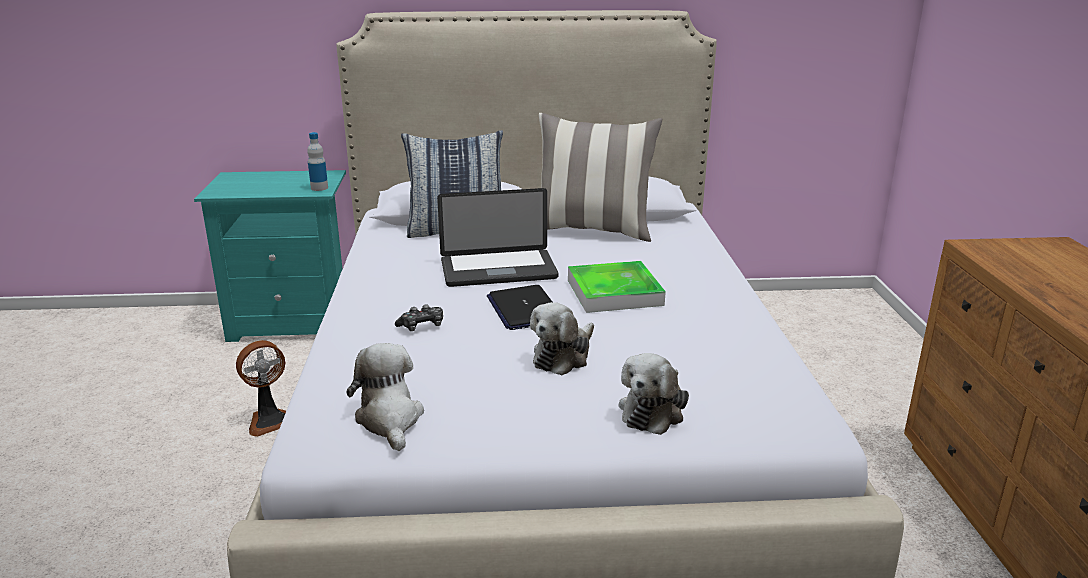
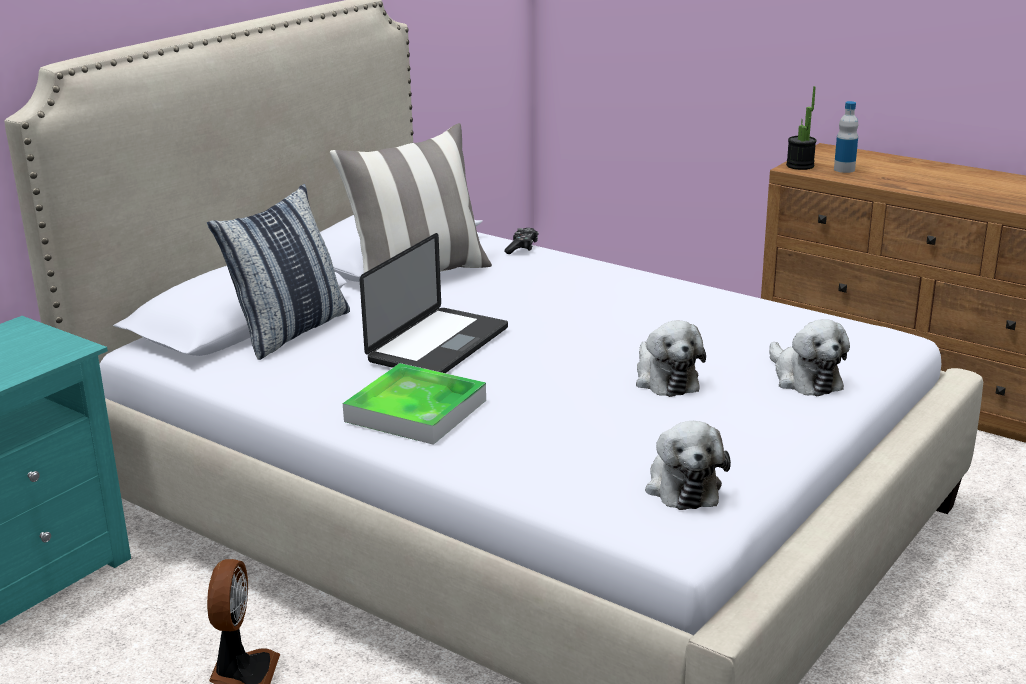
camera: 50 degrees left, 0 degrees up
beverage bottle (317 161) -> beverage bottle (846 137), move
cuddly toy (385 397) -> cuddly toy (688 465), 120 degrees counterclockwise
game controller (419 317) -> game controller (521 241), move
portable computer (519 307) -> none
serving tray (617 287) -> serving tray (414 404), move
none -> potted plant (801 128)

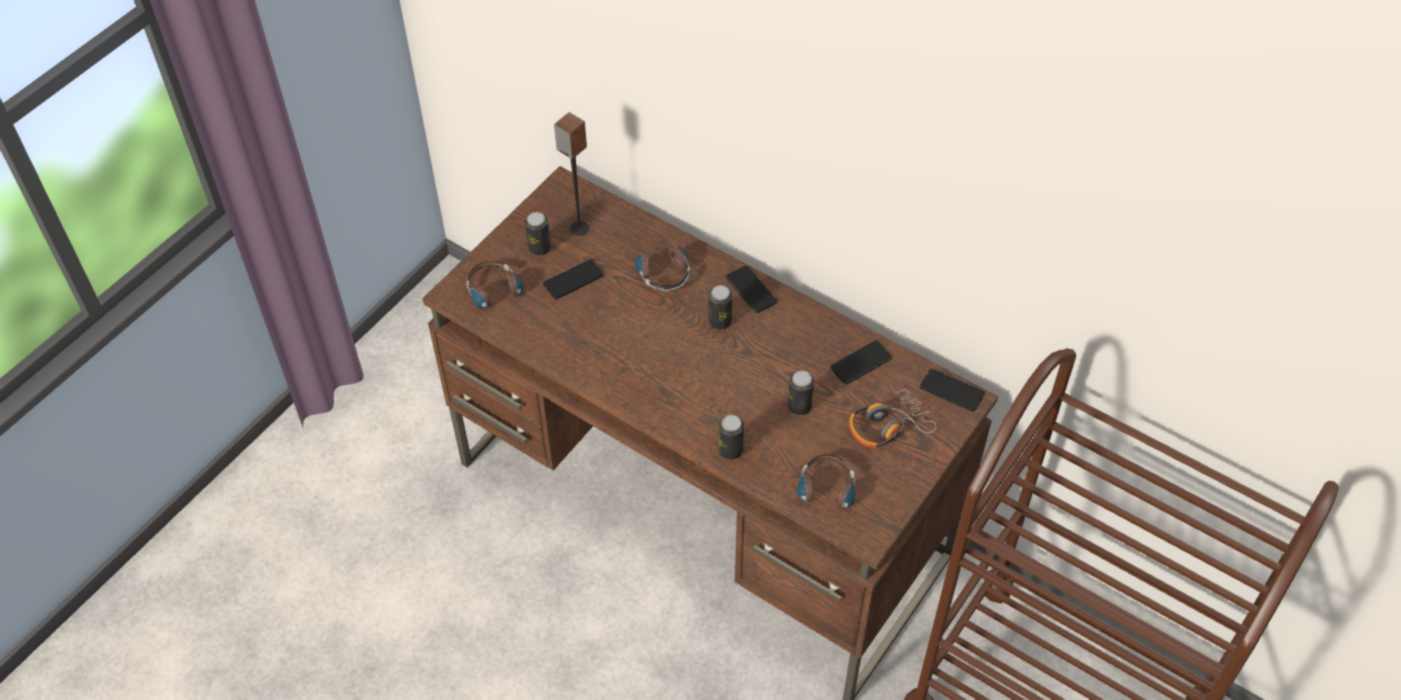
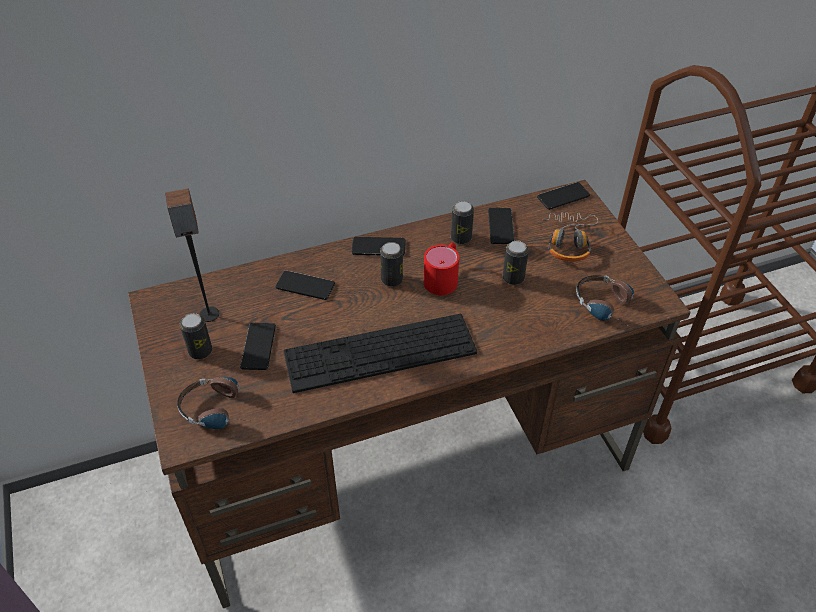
camera: 55 degrees left, 5 degrees down
headphones (662 265) -> handset (305 285)
metal can (731 437) -> metal can (462 222), move
none -> PC keyboard (380 353)
none -> reddish coffee mug (441 269)

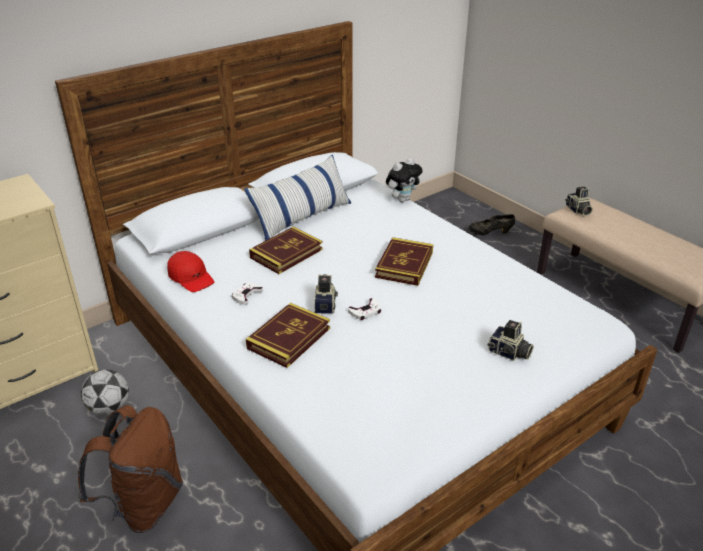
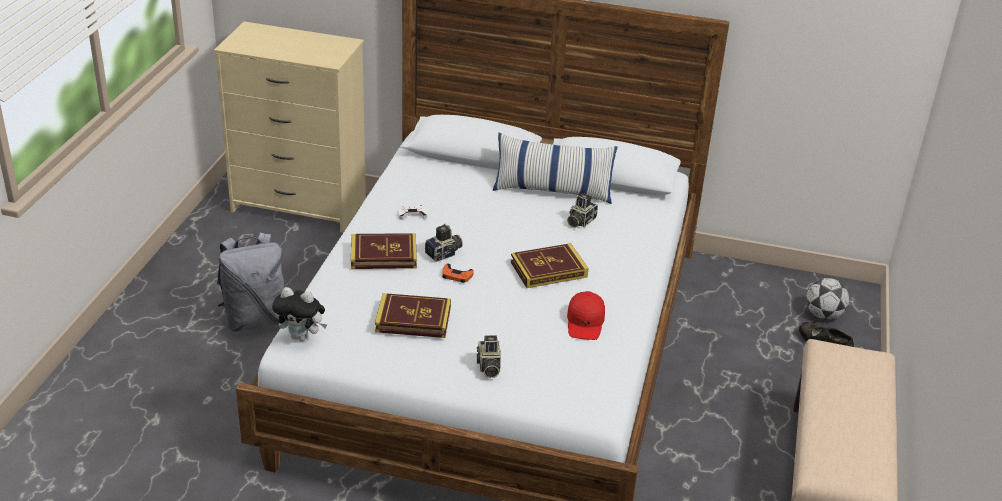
camera: 50 degrees right, 0 degrees up
brown-coloured knapsack (130 469) -> gray knapsack (250 282)
football (105 392) -> football (827 299), move
reddish peaked cap (190 271) -> reddish peaked cap (586 315), move
book (286 250) -> book (413 315), move
whitish game controller (364 309) -> orange-coloured game controller (458 273)
cuddly toy (404 180) -> cuddly toy (299 314), move
photo camera (579 201) -> photo camera (582 210), move

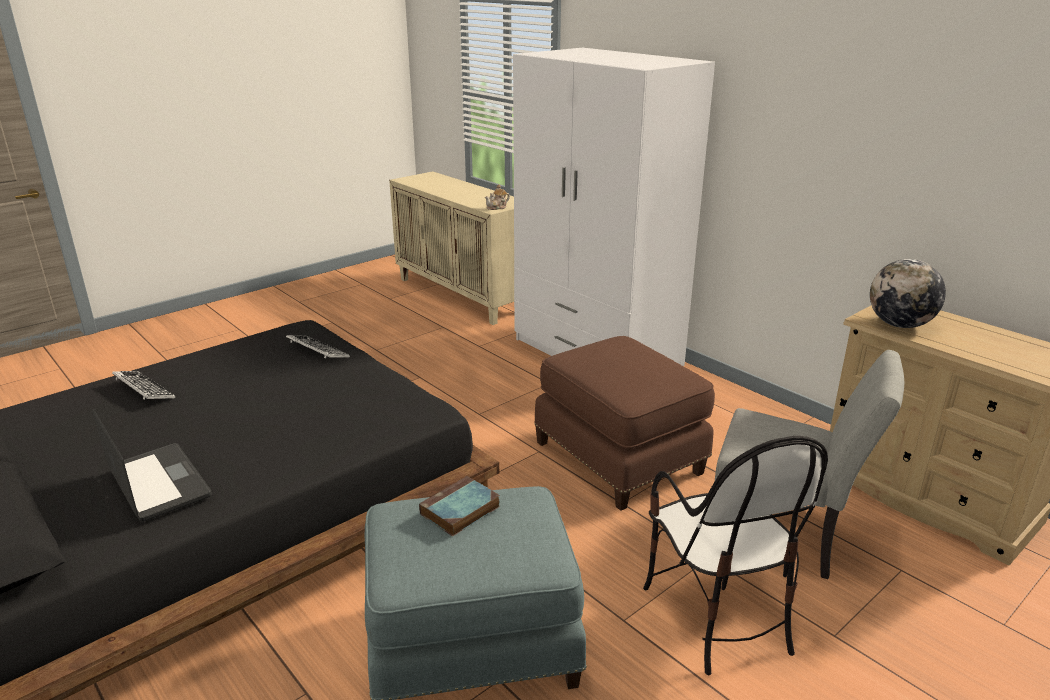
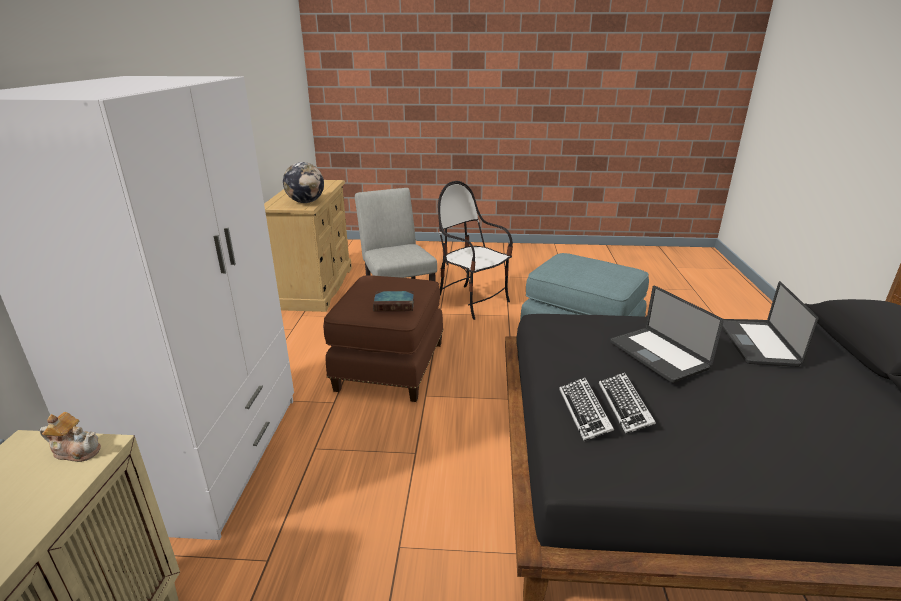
camera: 135 degrees left, 0 degrees up
PC keyboard (144 385) -> PC keyboard (627 403), move
book (459 506) -> book (393 301), move
upright chair (735 555) -> upright chair (475 250), 75 degrees counterclockwise
none -> portable computer (667 334)

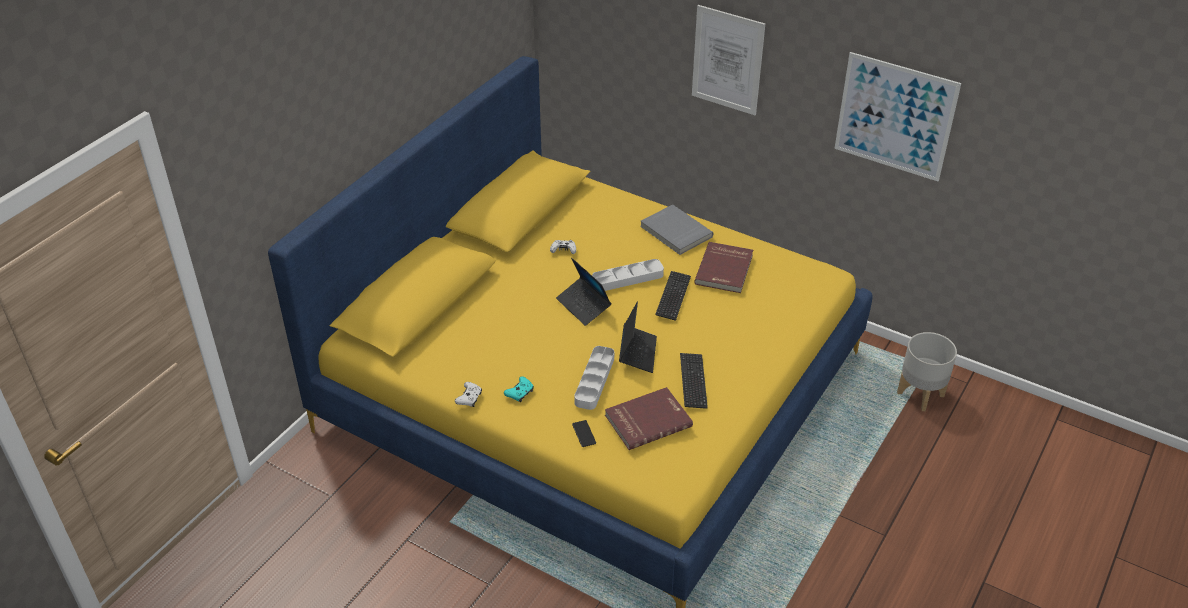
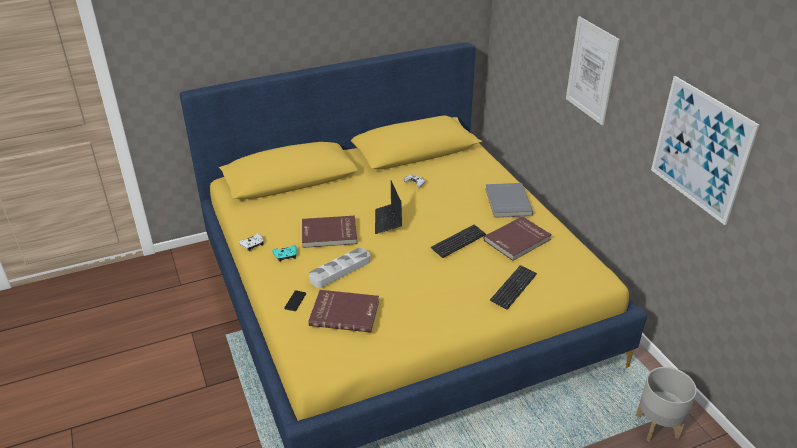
camera: 35 degrees right, 5 degrees down
gray serving tray (628 275) -> none
portable computer (638 337) -> none
PC keyboard (694 381) -> PC keyboard (513 287), move
none -> reddish book (329 232)

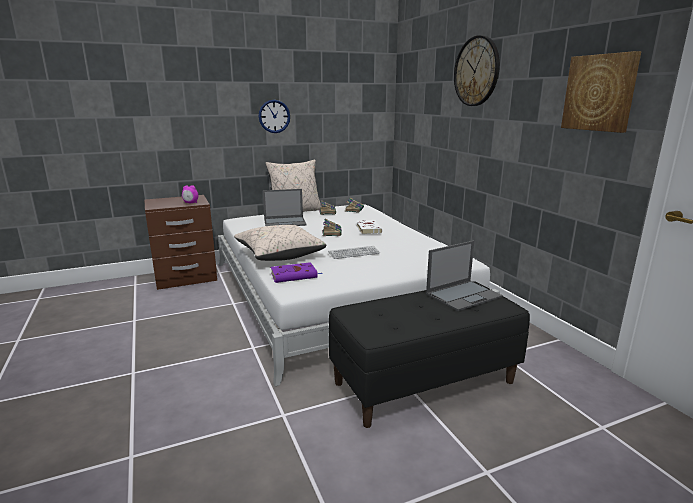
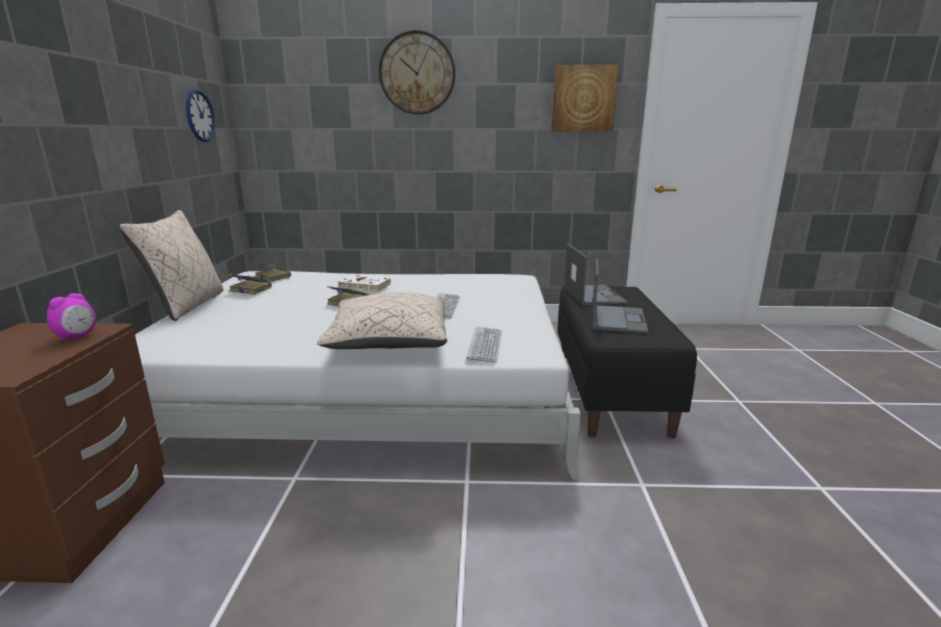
camera: 65 degrees left, 0 degrees up
clock on the wall (274 116) -> clock on the wall (200 115), move
portable computer (285 207) -> portable computer (620 296), move
purple book (296 272) -> PC keyboard (484 344)

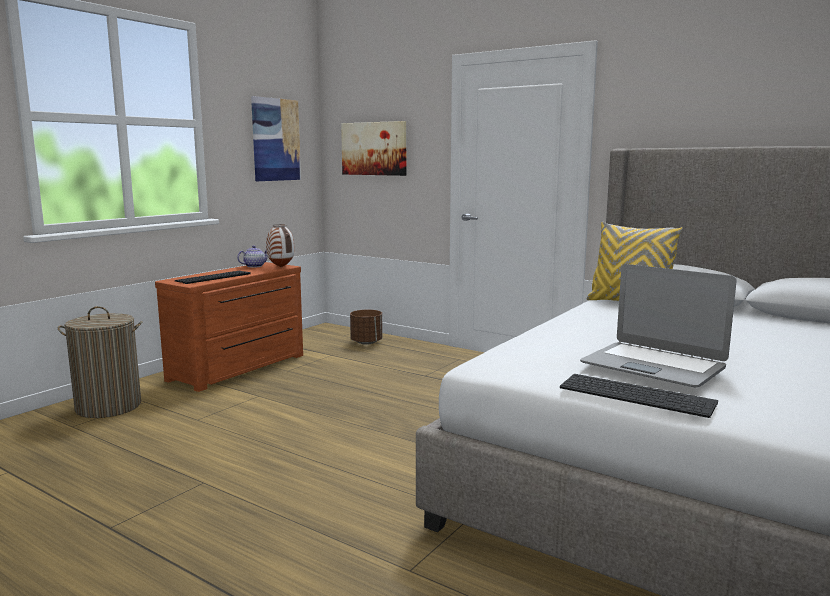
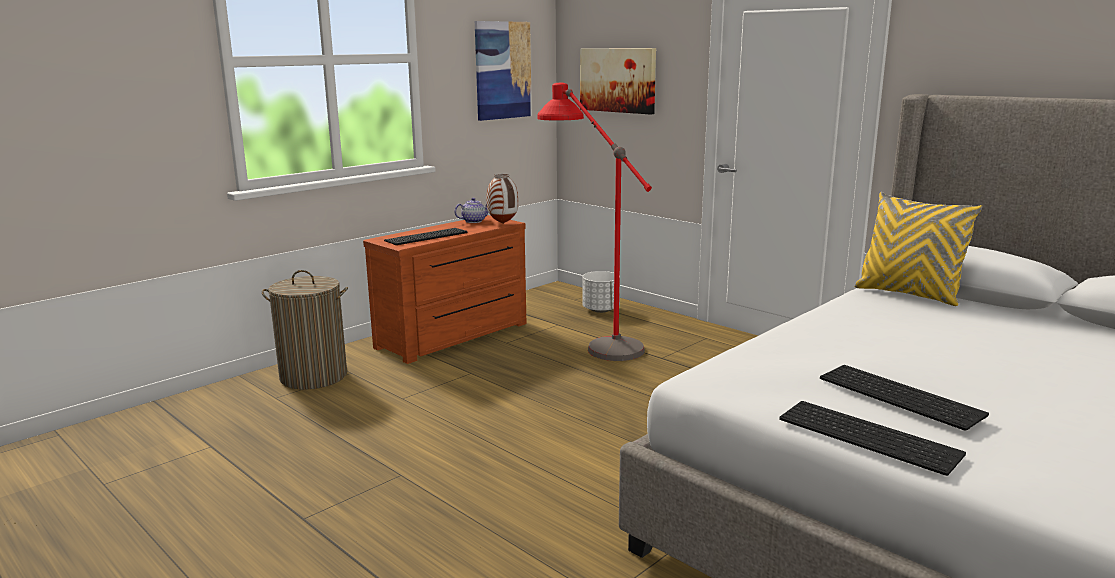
camera: 10 degrees right, 5 degrees up
brown-coloured plant pot (366 327) -> whitish plant pot (601 292)
portable computer (658 325) -> PC keyboard (904 398)
none -> reddish standard lamp (594 222)

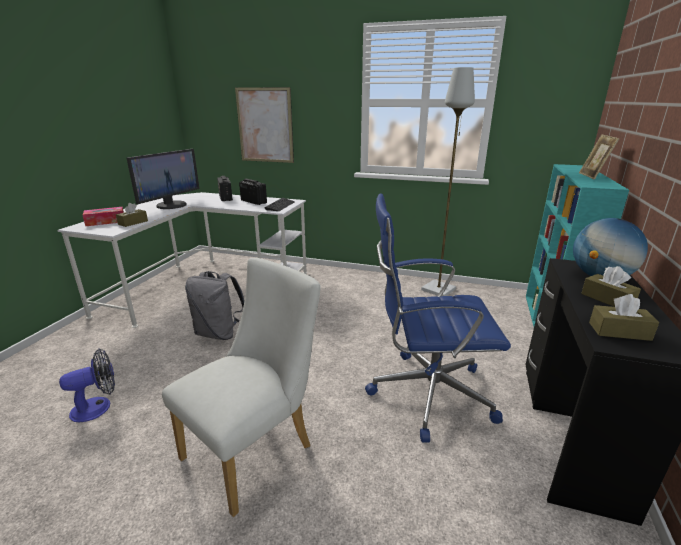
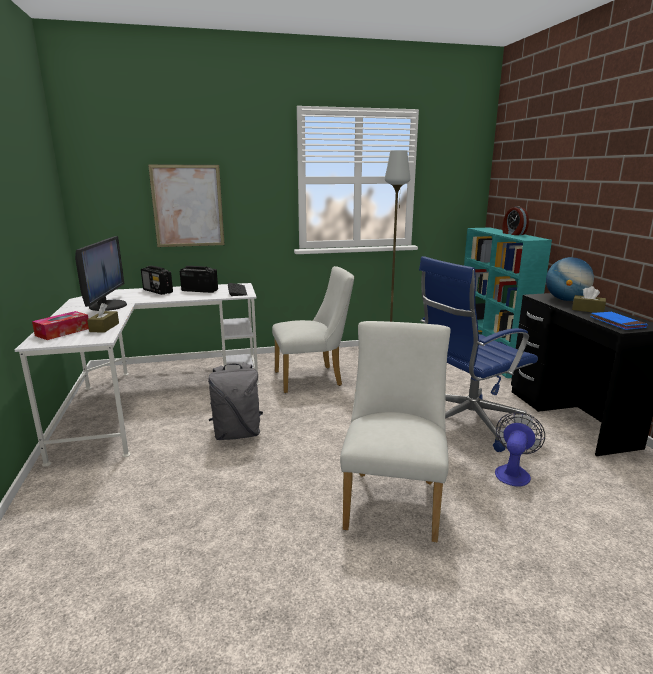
camera: 30 degrees left, 5 degrees down
electric fan (87 385) -> electric fan (520 449), move
photo frame (599 157) -> bedside clock (515 220)
brown-coloured tissue box (624 317) -> bluish book (619 321)
none -> whitish upright chair (313 329)

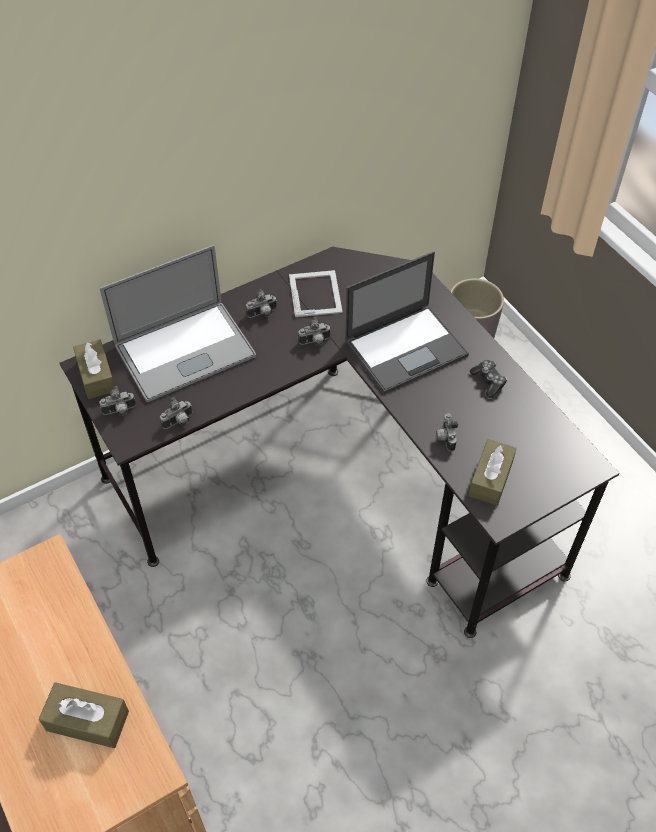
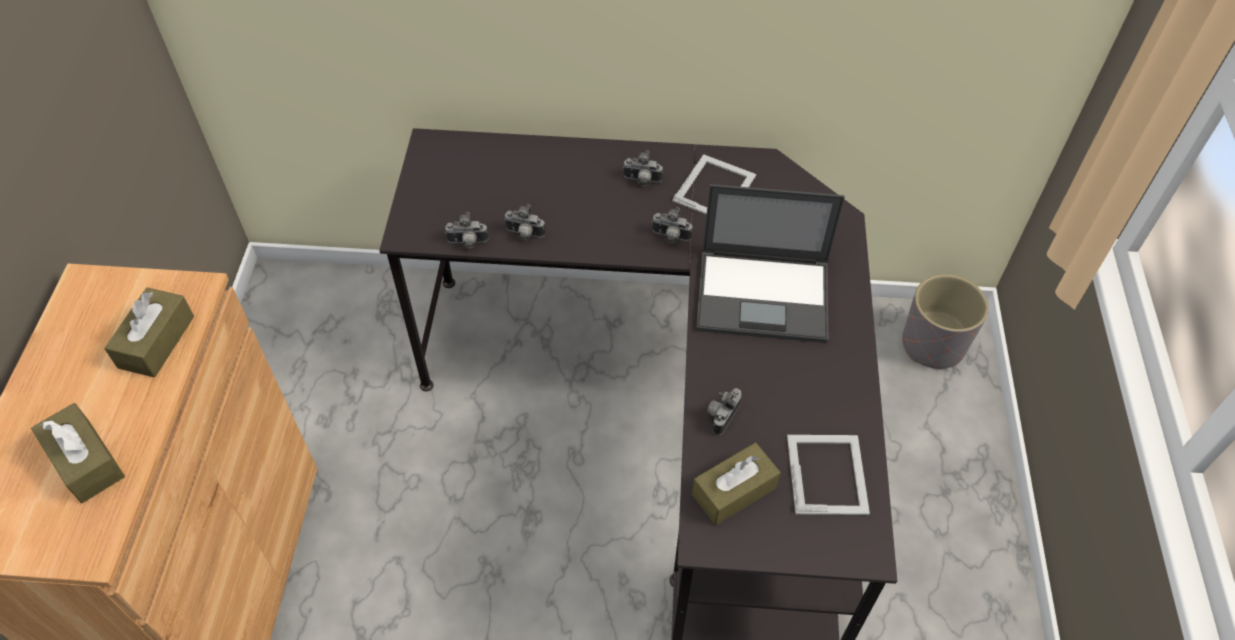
camera: 35 degrees right, 0 degrees up
brown-coloured tissue box (94 369) -> brown-coloured tissue box (149 332), move
photo camera (117 401) -> photo camera (524 222), move
portable computer (178 323) -> none
game controller (488 379) -> none
none -> photo frame (828 475)

